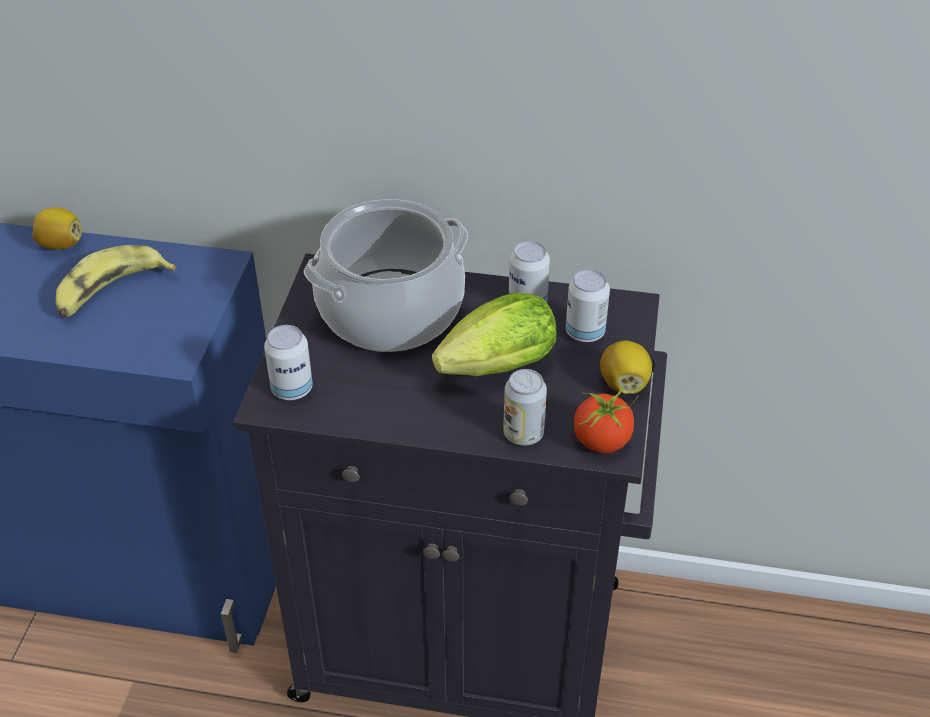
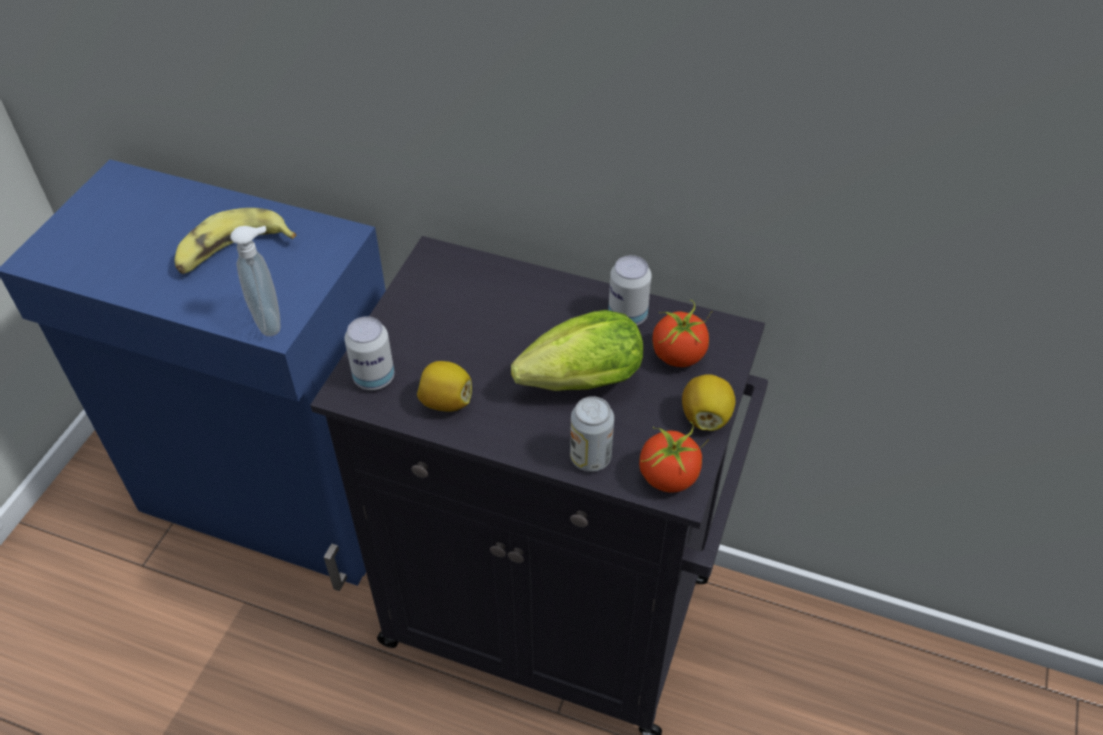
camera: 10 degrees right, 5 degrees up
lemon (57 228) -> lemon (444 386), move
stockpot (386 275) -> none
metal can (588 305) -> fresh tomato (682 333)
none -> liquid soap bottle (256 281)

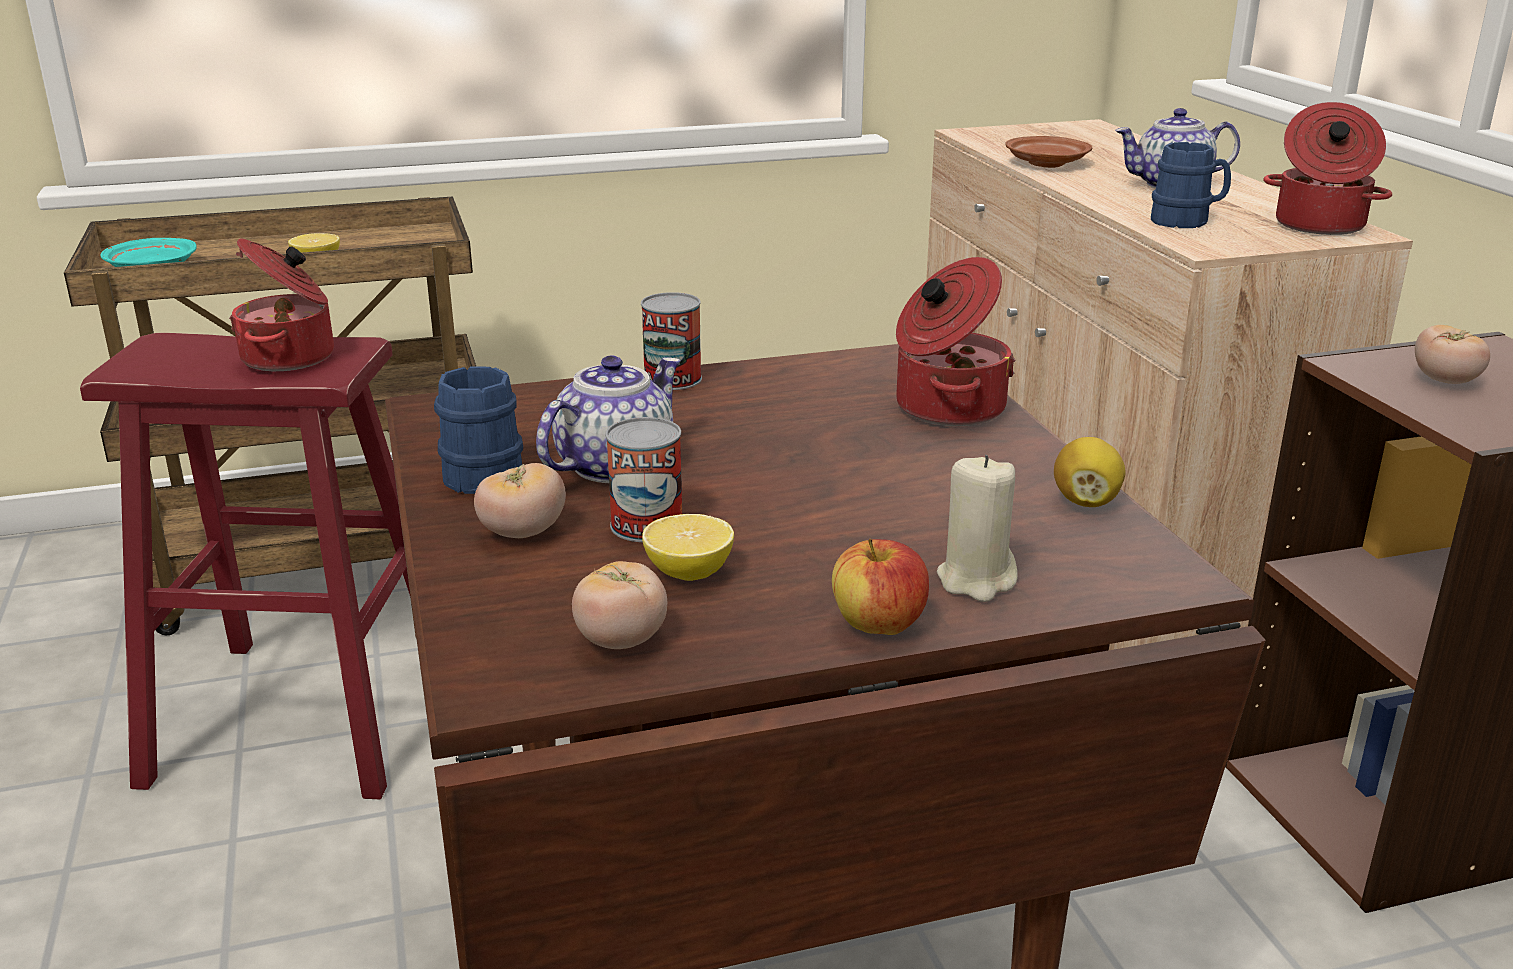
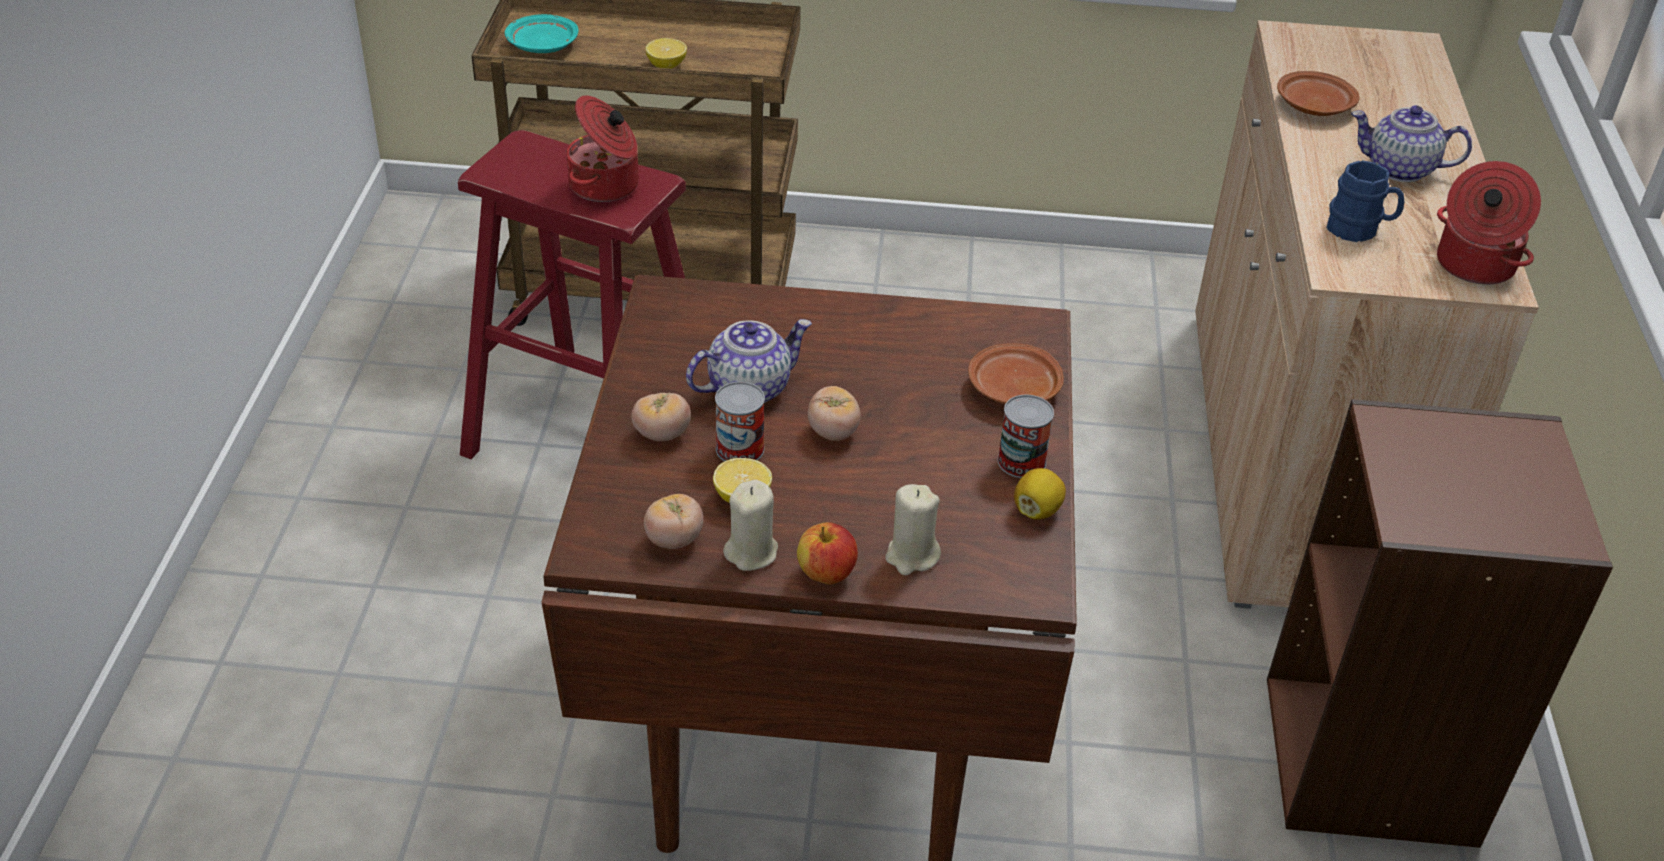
camera: 20 degrees right, 15 degrees up
bluish coffee mug (478 430) -> none
metal can (671 341) -> metal can (1026 436), move
stockpot (956 341) -> brown-coloured dinner plate (1016 374)
fresh tomato (1452 354) -> fresh tomato (834 413), move
none -> beige-coloured wax light (750 525)

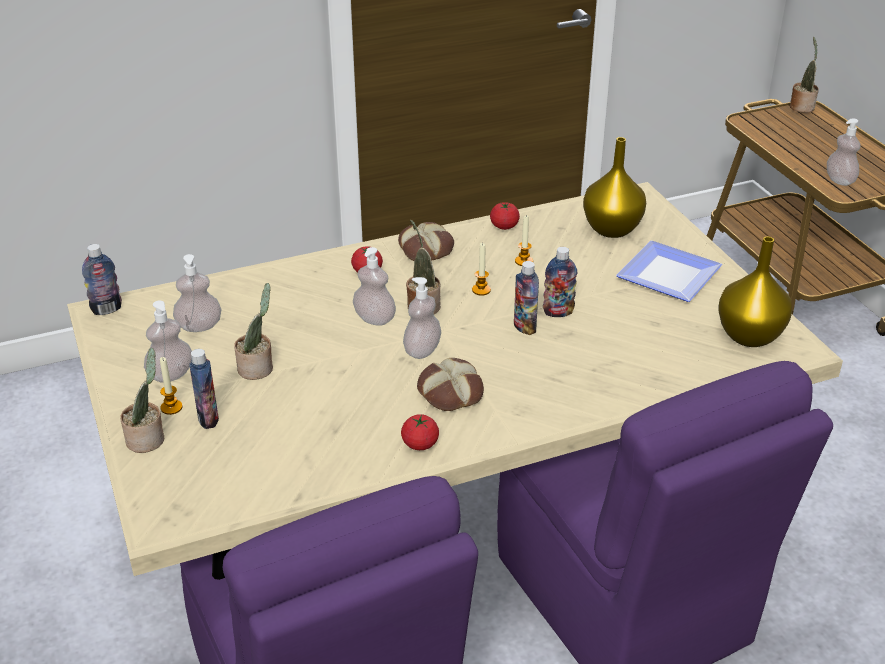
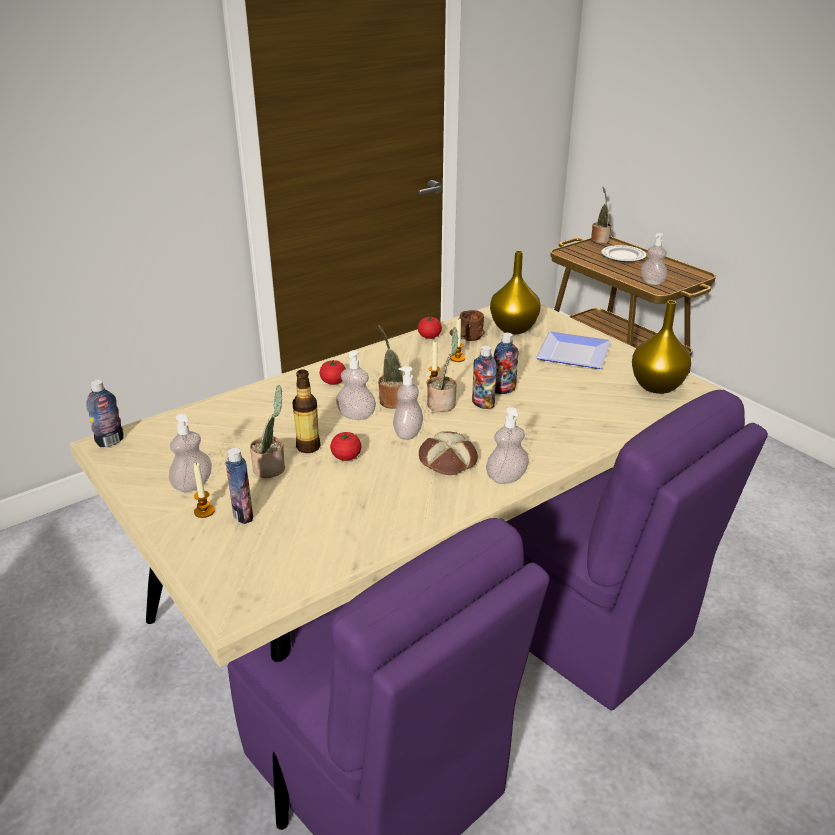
camera: 15 degrees left, 5 degrees down
potted plant (142 400) -> potted plant (442 369), move
liquid soap bottle (197 293) -> liquid soap bottle (507 445), move
baked bread (426 241) -> none
fresh tomato (420 432) -> fresh tomato (346 446), move
none -> beverage bottle (307 411)
none -> brown-coloured coffee mug (467 325)
none -> dinner plate (623 253)

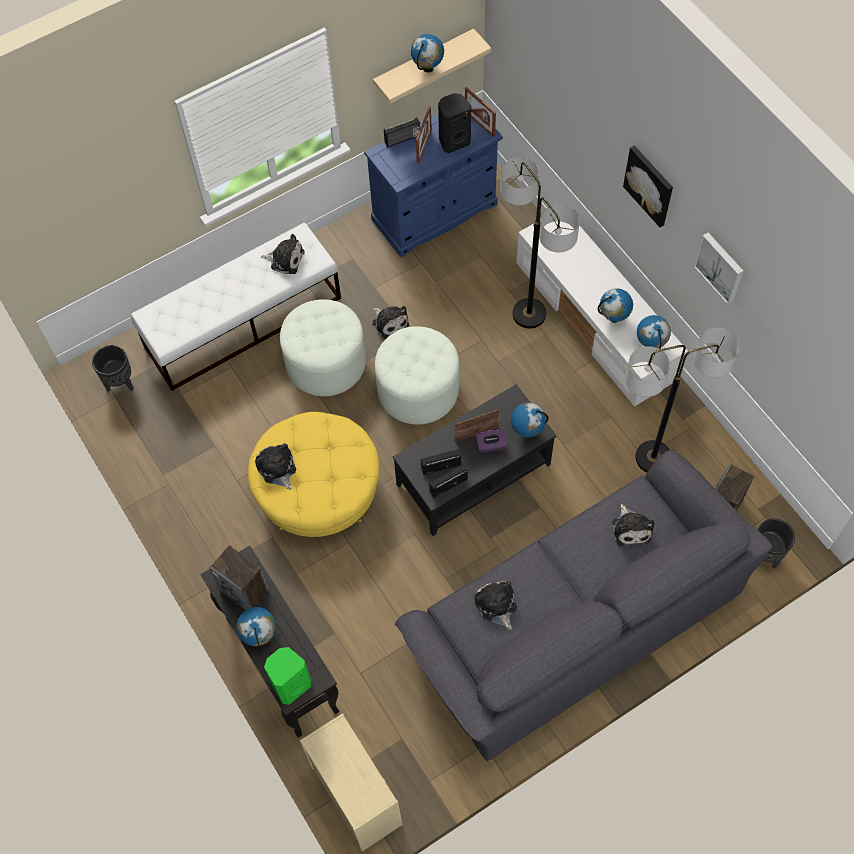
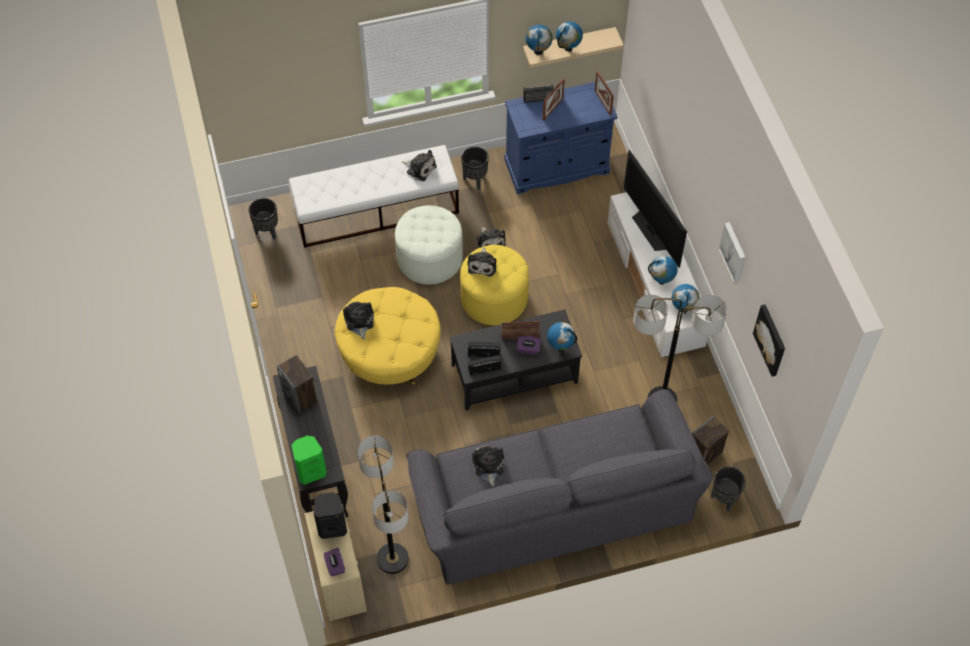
camera: 15 degrees right, 5 degrees down
globe (256 628) -> globe (539 40), move
whitish pouffe (417 375) -> yellowish pouffe (494 285)
black-coloured loudspeaker (454 123) -> black-coloured loudspeaker (330 515), move
standard lamp (540 243) -> standard lamp (383 505), move
cuddly toy (633 525) -> cuddly toy (481 262), move
picture (648 186) -> picture (769 341), move
none -> purple tissue box (334 561)
none -> black-coloured plant pot (475 168)
none -> television (655 209)

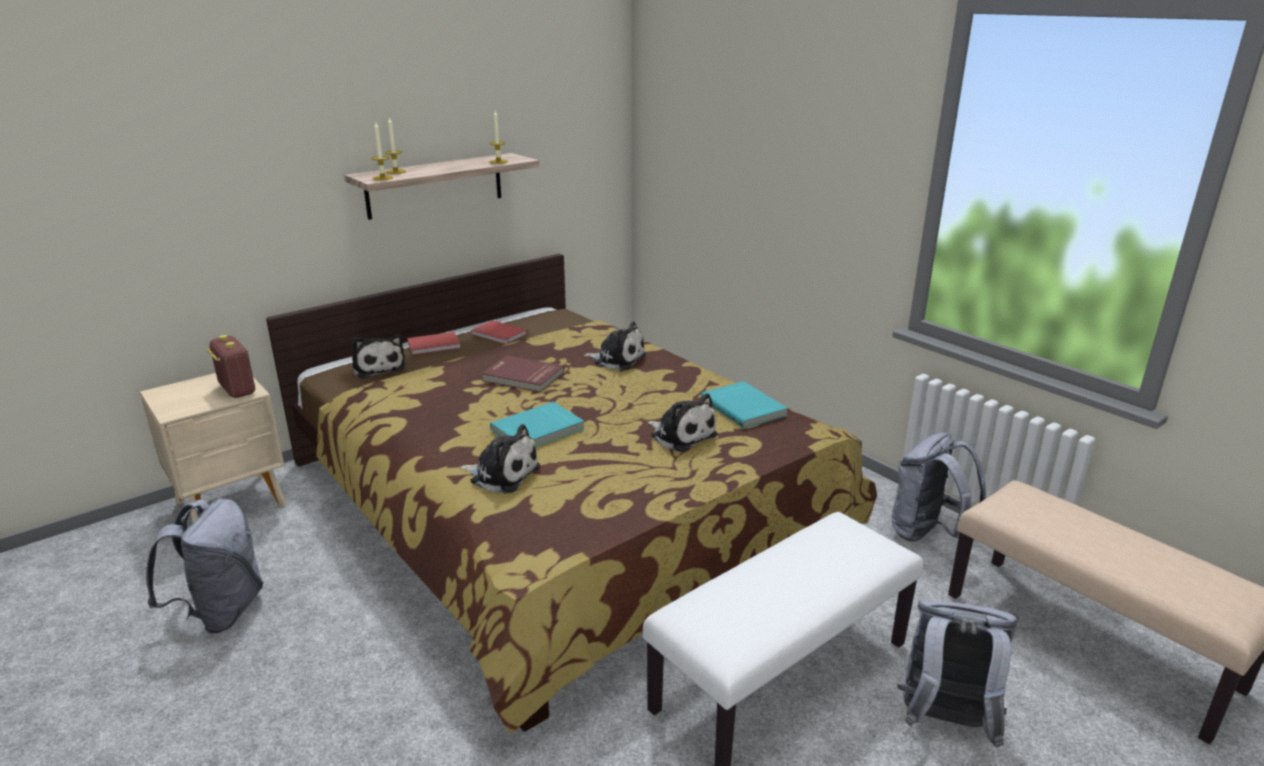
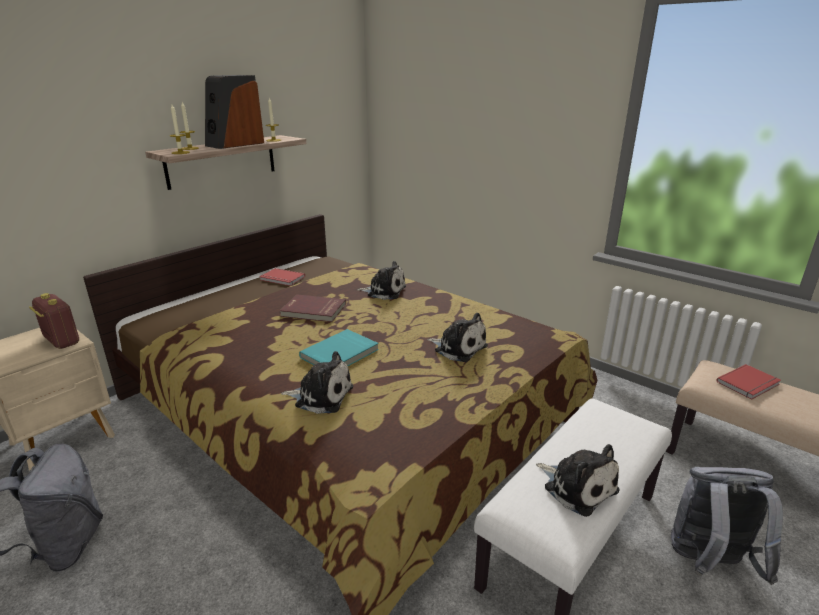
camera: 10 degrees left, 0 degrees up
cuddly toy (379 356) -> cuddly toy (577 480), move
reddish book (434 343) -> reddish book (748 381), move
turquoise-coloured book (744 405) -> none
gray knapsack (939 487) -> none
none -> loudspeaker (234 112)

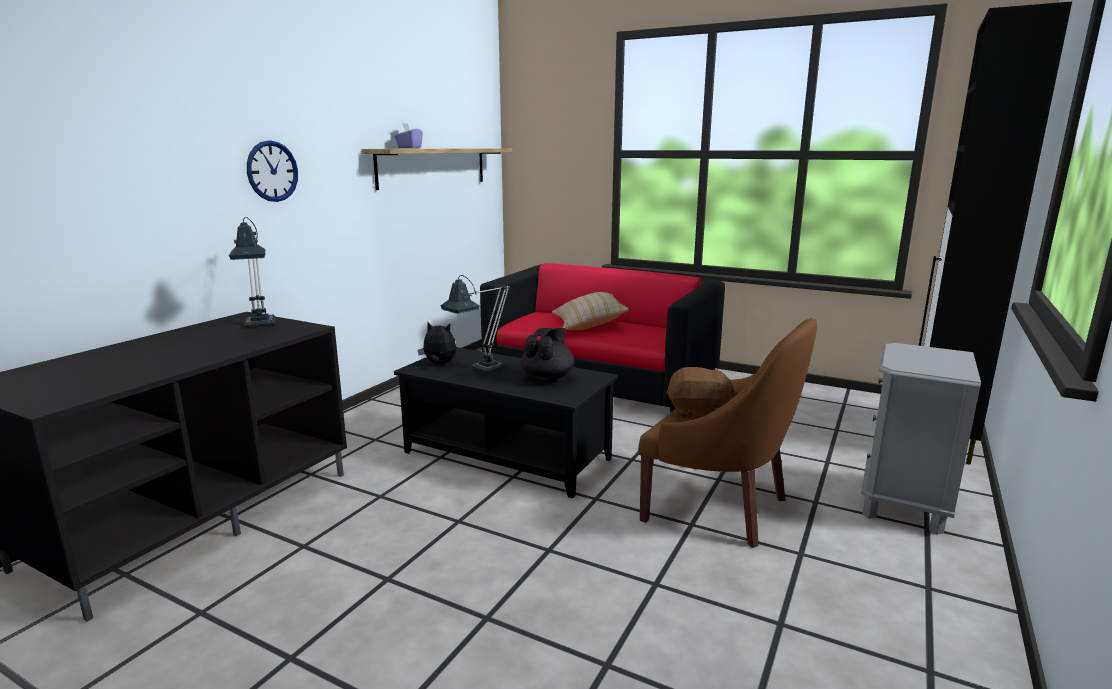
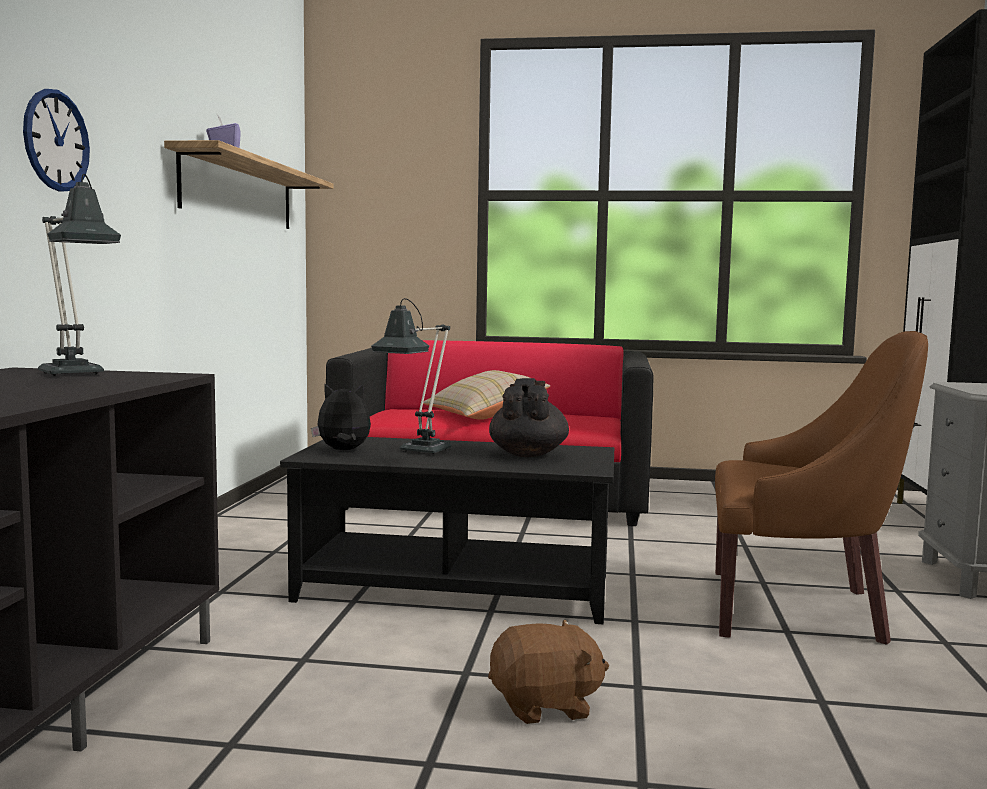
camera: 20 degrees left, 10 degrees down
brown-coloured cuddly toy (701 392) -> brown-coloured cuddly toy (548 672), move

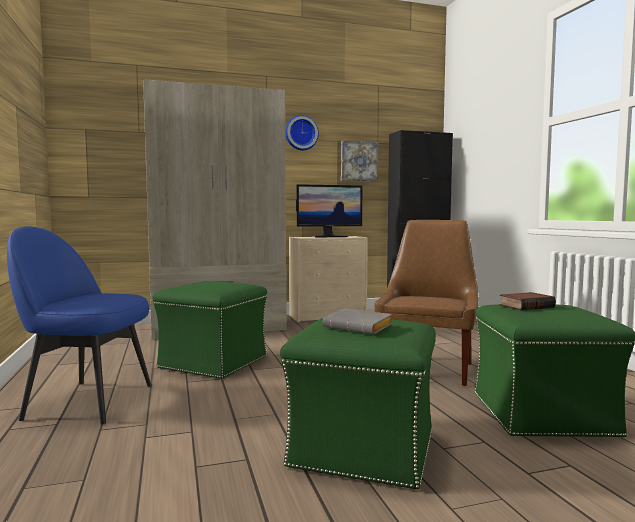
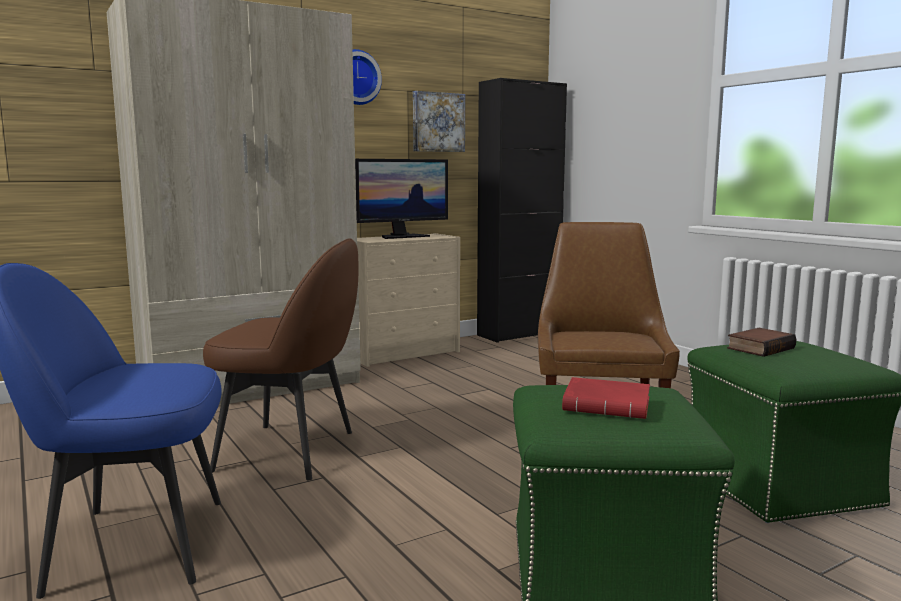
camera: 15 degrees left, 5 degrees up
green-coloured pouffe (209 330) -> brown-coloured upright chair (280 359)
gray book (357 321) -> reddish book (606 398)

